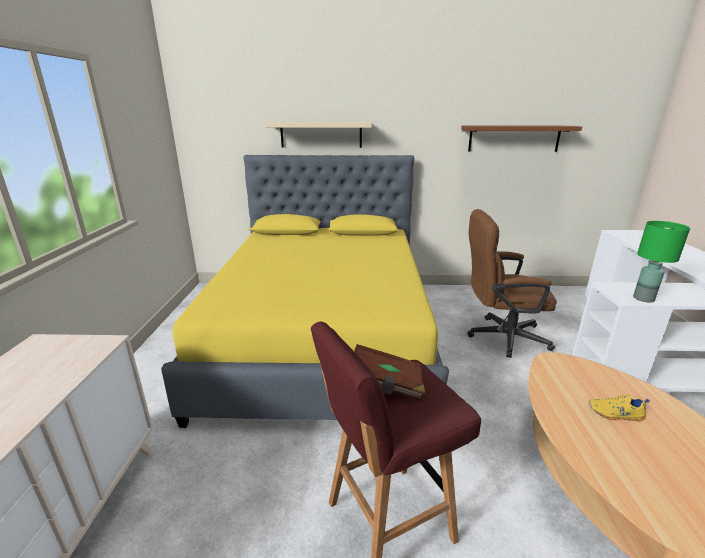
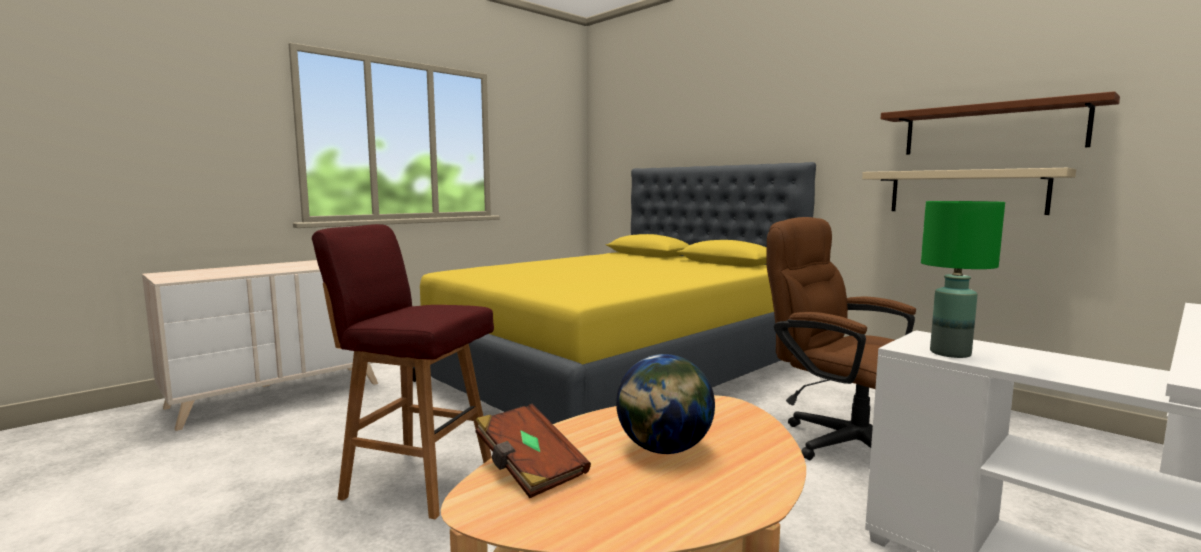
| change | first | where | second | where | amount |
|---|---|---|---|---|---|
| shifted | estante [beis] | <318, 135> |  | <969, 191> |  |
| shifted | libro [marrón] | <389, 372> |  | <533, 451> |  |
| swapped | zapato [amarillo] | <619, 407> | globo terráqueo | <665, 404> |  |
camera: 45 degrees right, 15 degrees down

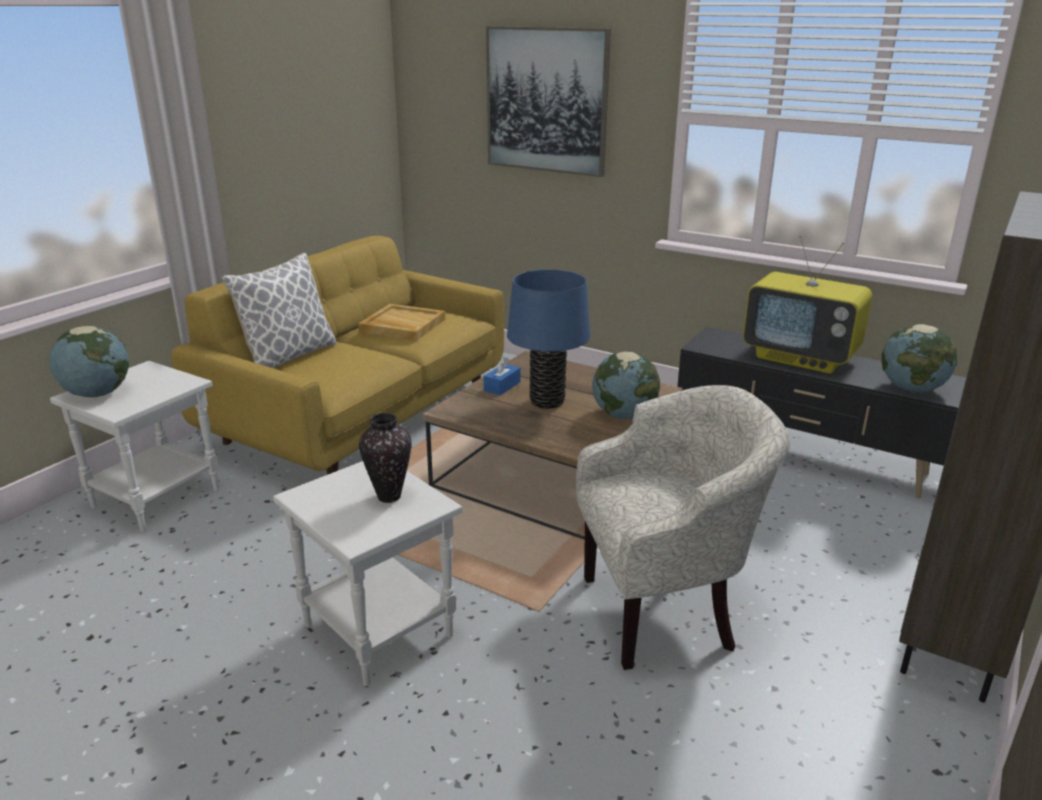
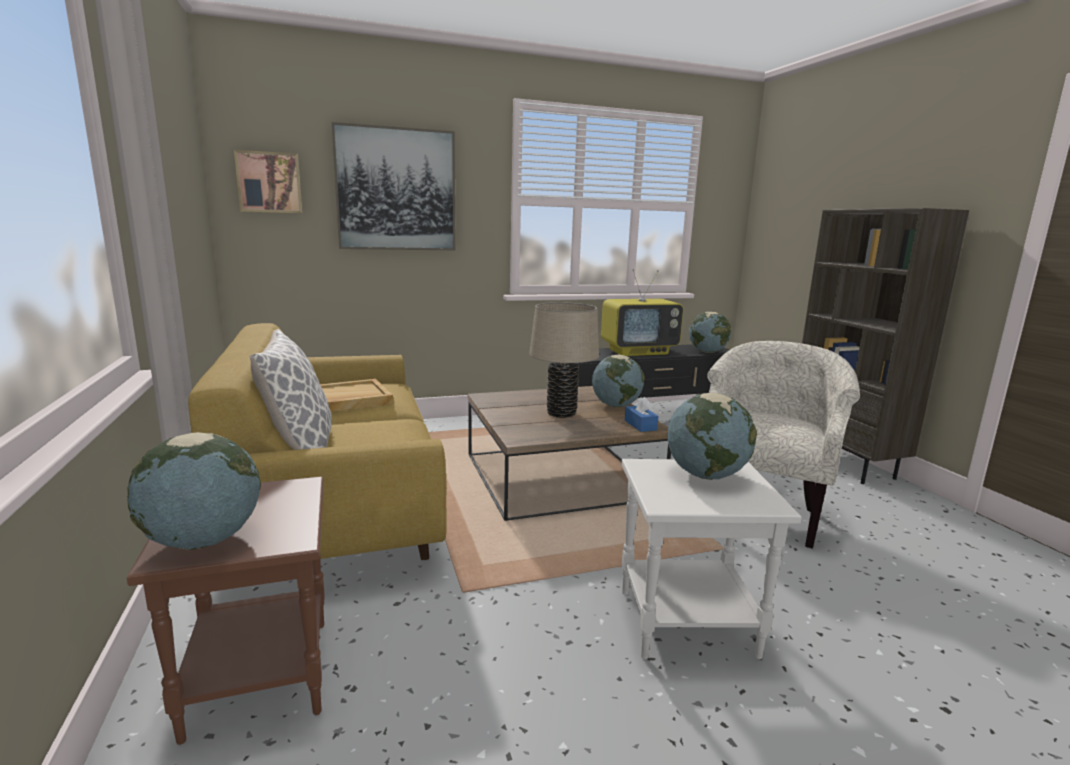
| change | first | where | second | where | amount |
|---|---|---|---|---|---|
| new |  |  | cuadro | <268, 181> |  |
| shifted | caja de pañuelos [azul] | <502, 376> |  | <641, 414> |  |
| swapped | florero | <385, 458> | globo terráqueo | <712, 436> |  |
| repainted | mesa auxiliar [blanco] | <134, 446> | mesa auxiliar [marrón] | <226, 610> |  |
| repainted | lámpara de mesa [azul] | <548, 339> | lámpara de mesa [beis] | <564, 360> |  |
camera: 50 degrees left, 10 degrees down

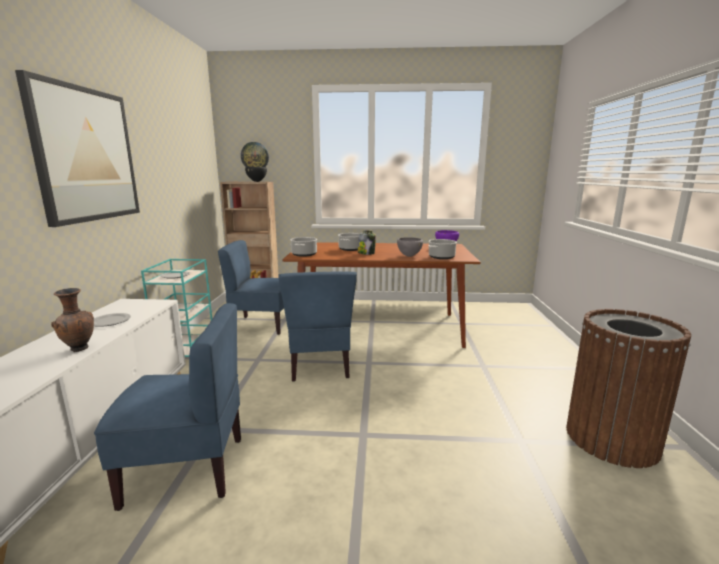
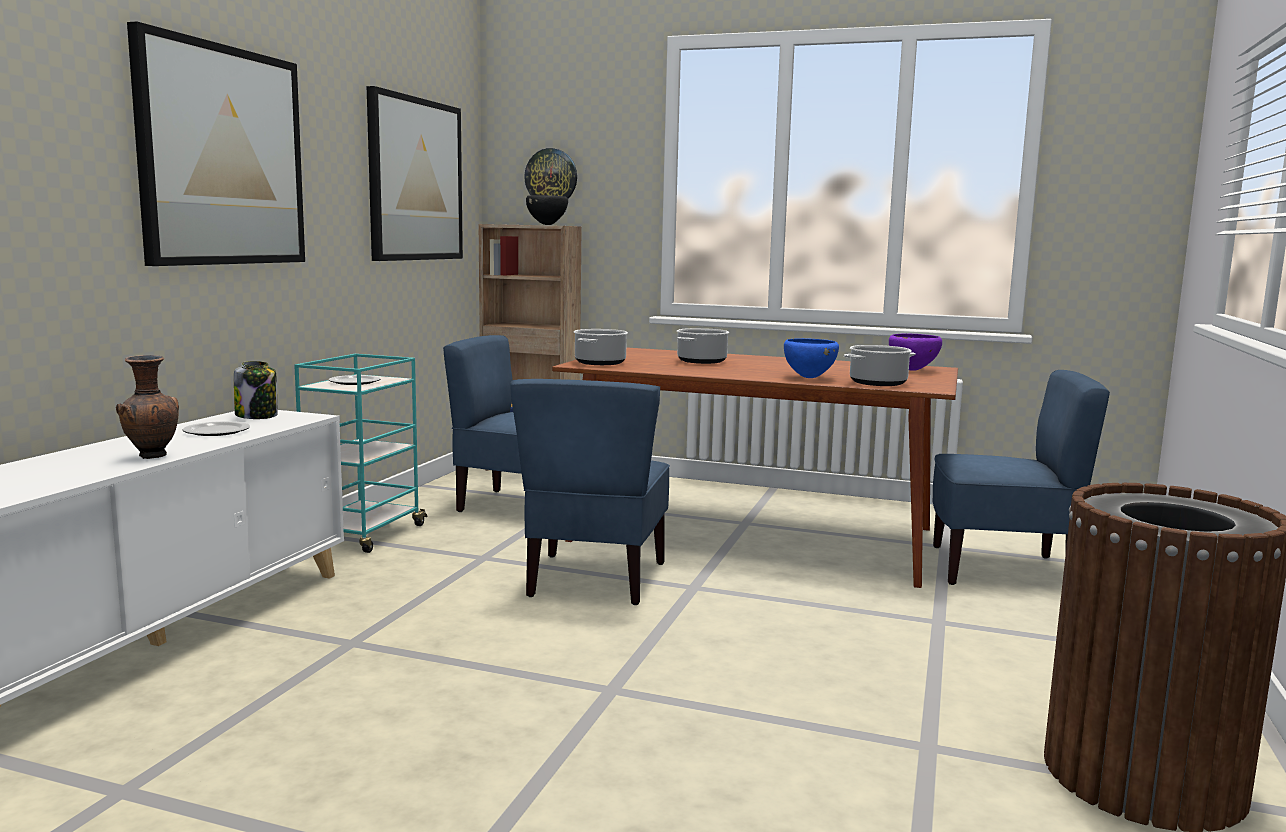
| change | first | where | second | where | amount |
|---|---|---|---|---|---|
| new |  |  | cuadro | <415, 173> |  |
| shifted | silla [azul] | <167, 407> |  | <1021, 477> |  |
| shifted | tarro | <367, 242> |  | <255, 390> |  |
| repainted | cuenco [gris] | <410, 247> | cuenco [azul] | <811, 358> |  |
camera: 15 degrees right, 5 degrees down

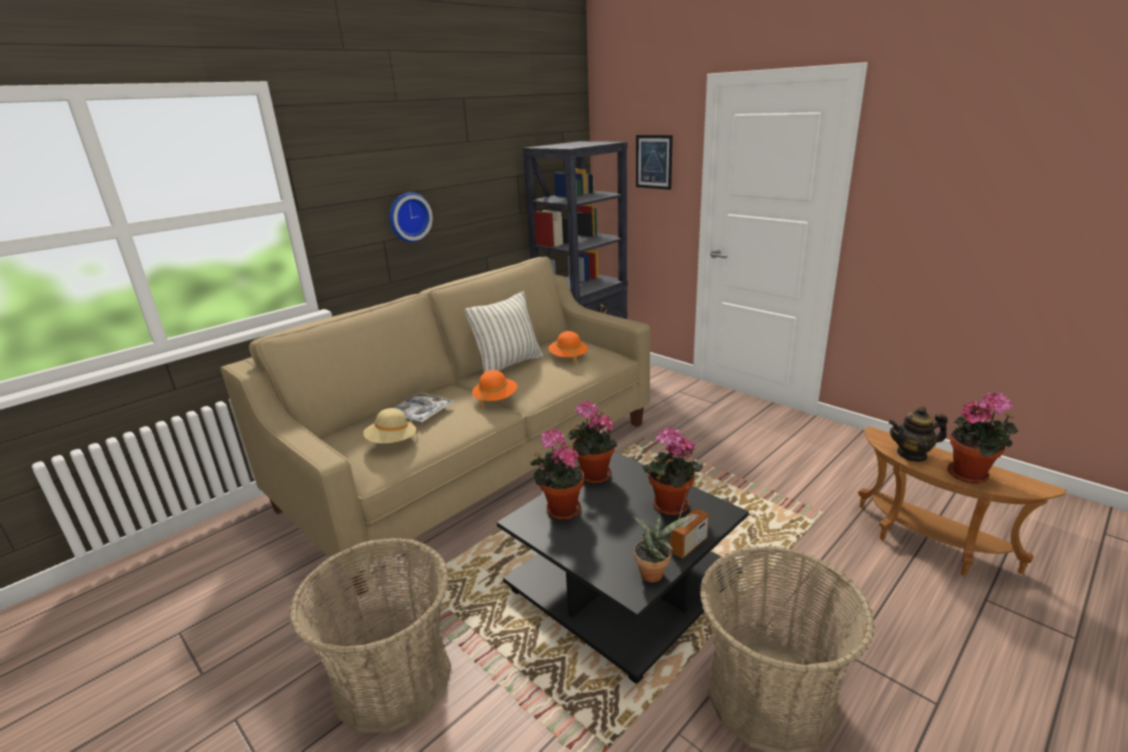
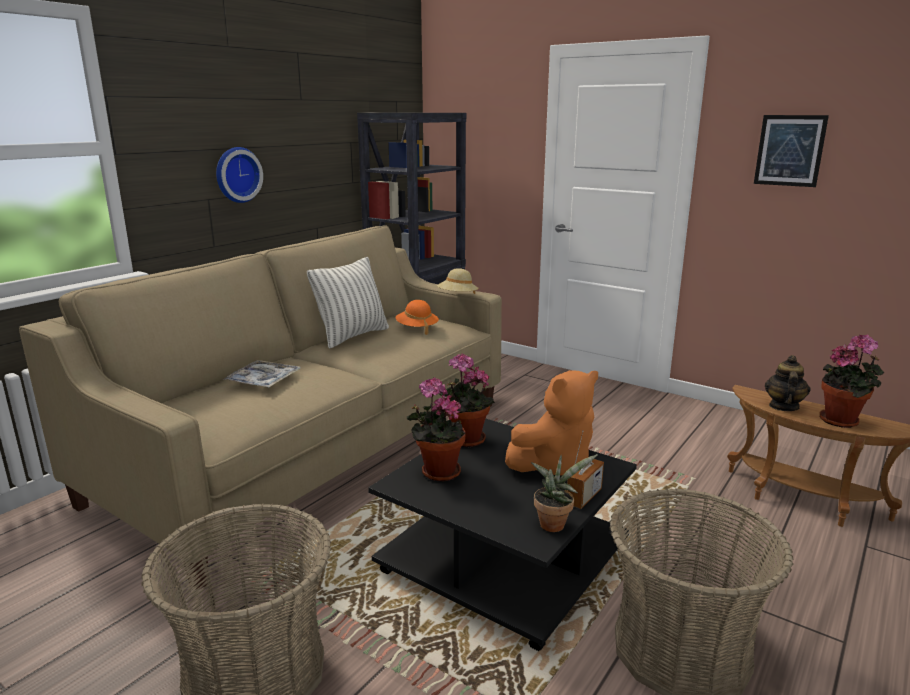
| change | first | where | second | where | amount |
|---|---|---|---|---|---|
| gone | sombrero [naranja] | <494, 389> |  |  |  |
| shifted | sombrero [beis] | <390, 426> |  | <458, 281> |  |
| shifted | cuadro | <654, 162> |  | <791, 151> |  |
| swapped | planta en maceta | <672, 471> | peluche [naranja] | <551, 422> |  |
| rotated | tetera | <918, 434> |  | <788, 383> | 120 degrees clockwise |
camera: 10 degrees left, 5 degrees down

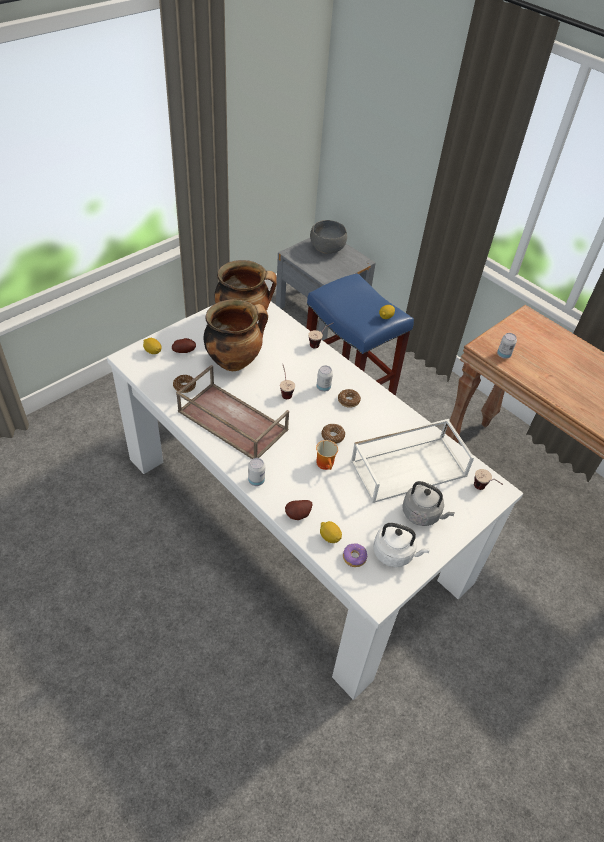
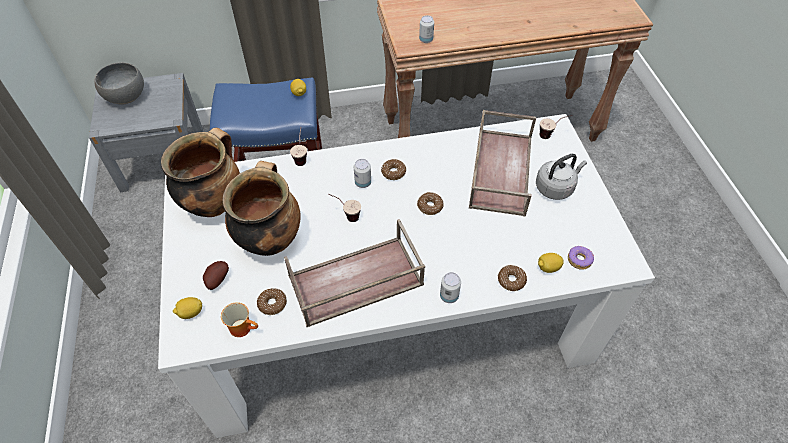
| change | first | where | second | where | amount |
|---|---|---|---|---|---|
| gone | hervidor [blanco] | <401, 545> |  |  |  |
| shifted | taza grande | <327, 455> |  | <239, 319> |  |
| swapped | patata | <298, 510> | rosquilla | <512, 278> |  |
| repainted | bandeja [blanco] | <412, 461> | bandeja [marrón] | <502, 163> |  |
camera: 55 degrees left, 5 degrees up

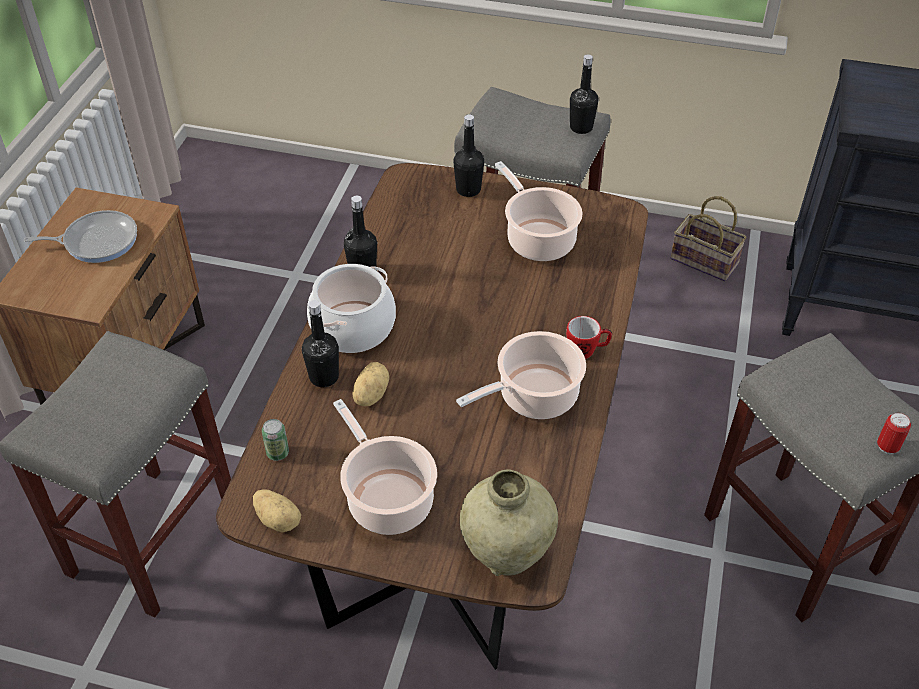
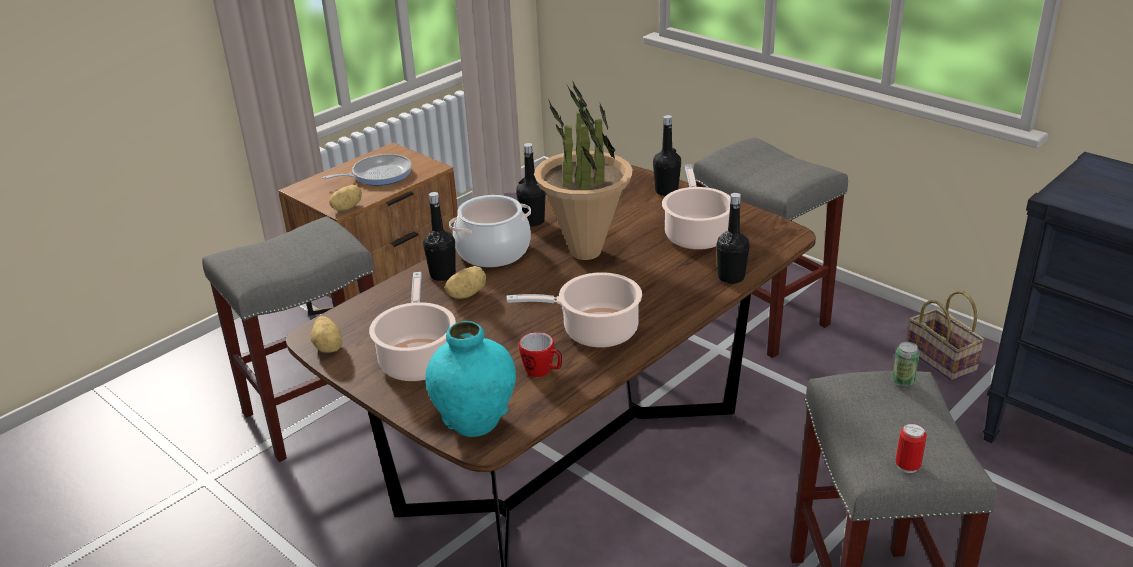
| change | first | where | second | where | amount |
|---|---|---|---|---|---|
| new |  |  | patata | <345, 198> |  |
| new |  |  | planta en maceta | <583, 170> |  |
| shifted | lata | <275, 440> |  | <906, 364> |  |
| shifted | taza grande | <589, 337> |  | <540, 354> |  |
| shifted | botella [negro] | <584, 94> |  | <733, 238> |  |
| repainted | florero [beis] | <509, 522> | florero [turquesa] | <470, 379> |  |
| rotated | sartén | <80, 236> |  | <367, 169> | 45 degrees counterclockwise |
camera: 30 degrees right, 15 degrees down

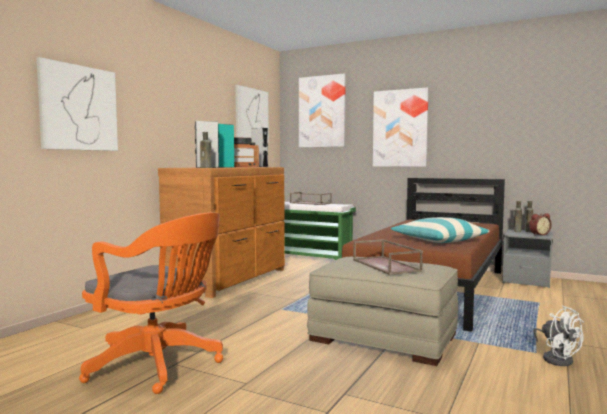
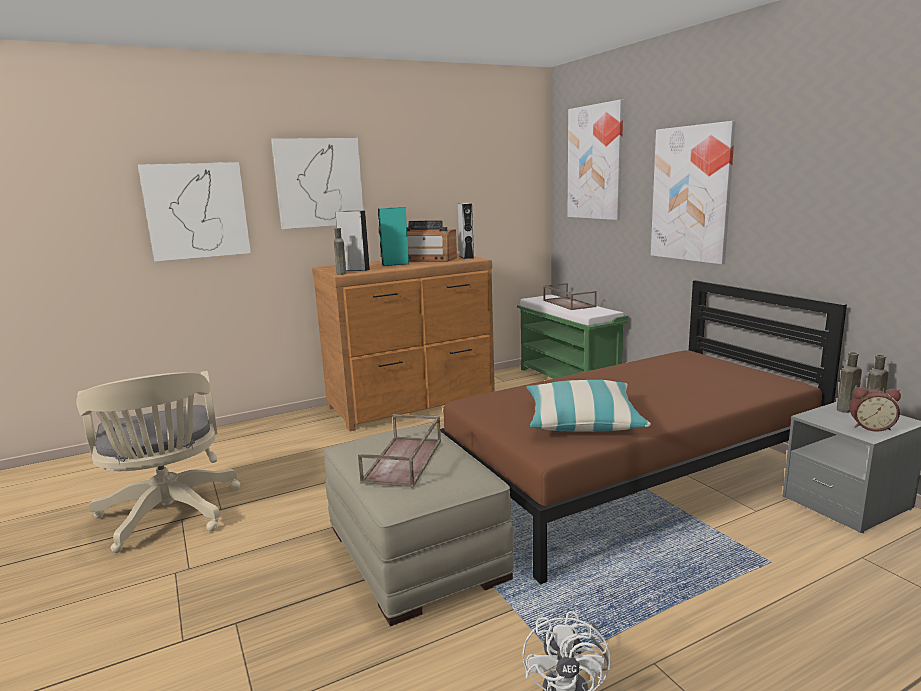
| change | first | where | second | where | amount |
|---|---|---|---|---|---|
| shifted | cuadro | <252, 114> |  | <317, 183> |  |
| repainted | silla de oficina [naranja] | <151, 303> | silla de oficina [beis] | <158, 462> |  |
camera: 35 degrees right, 10 degrees up

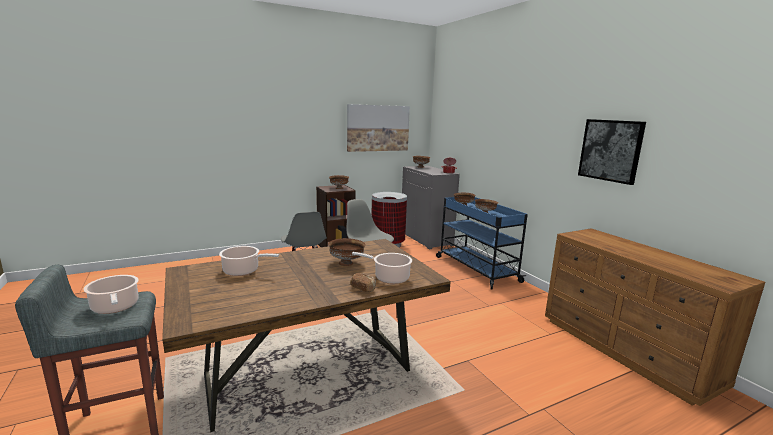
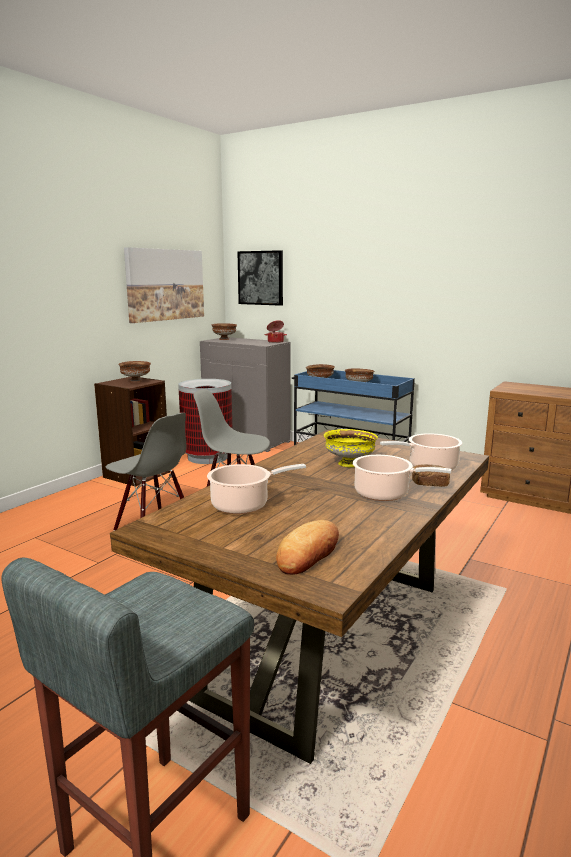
| change | first | where | second | where | amount |
|---|---|---|---|---|---|
| new |  |  | pan | <307, 547> |  |
| shifted | olla | <111, 294> |  | <402, 478> |  |
| shifted | cuadro | <612, 152> |  | <260, 278> |  |
| repainted | cuenco [marrón] | <347, 252> | cuenco [amarillo] | <351, 448> |  |
camera: 30 degrees left, 0 degrees up

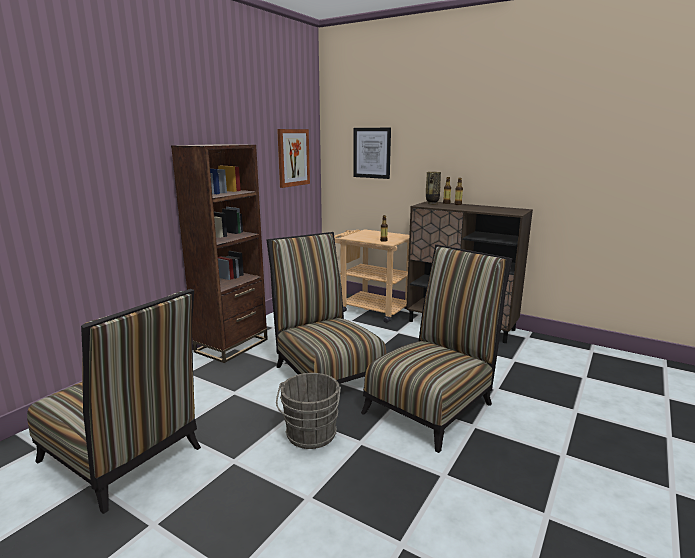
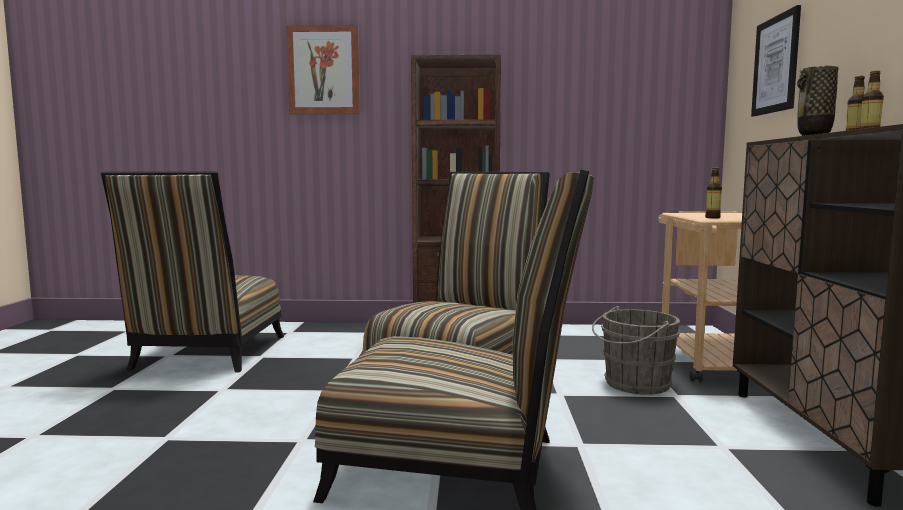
| change | first | where | second | where | amount |
|---|---|---|---|---|---|
| shifted | cubo [gris] | <308, 411> |  | <636, 350> |  |
| shifted | cuadro | <293, 158> |  | <323, 70> |  |
camera: 60 degrees right, 10 degrees down

